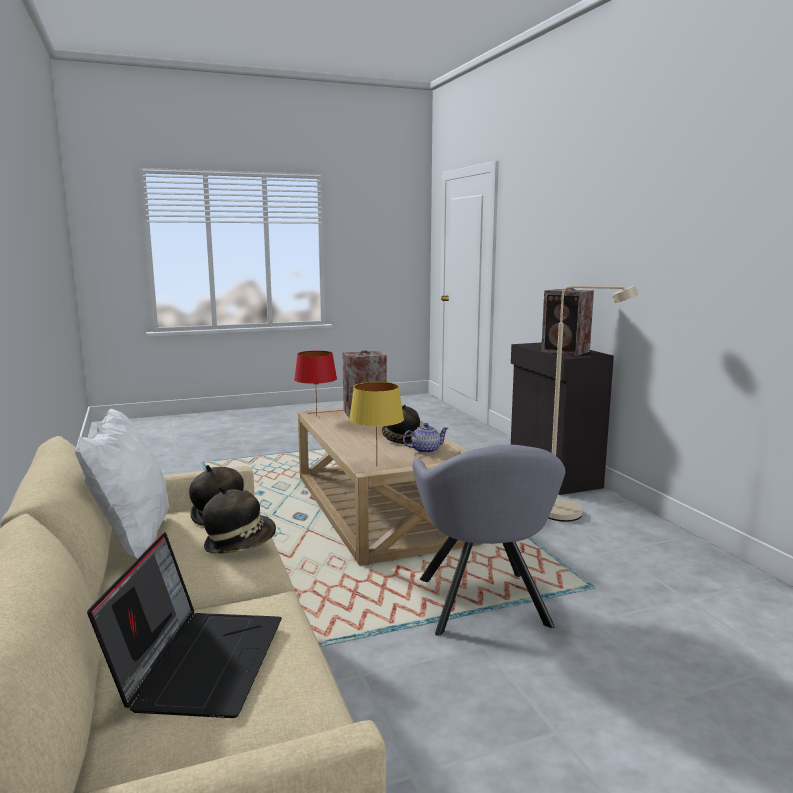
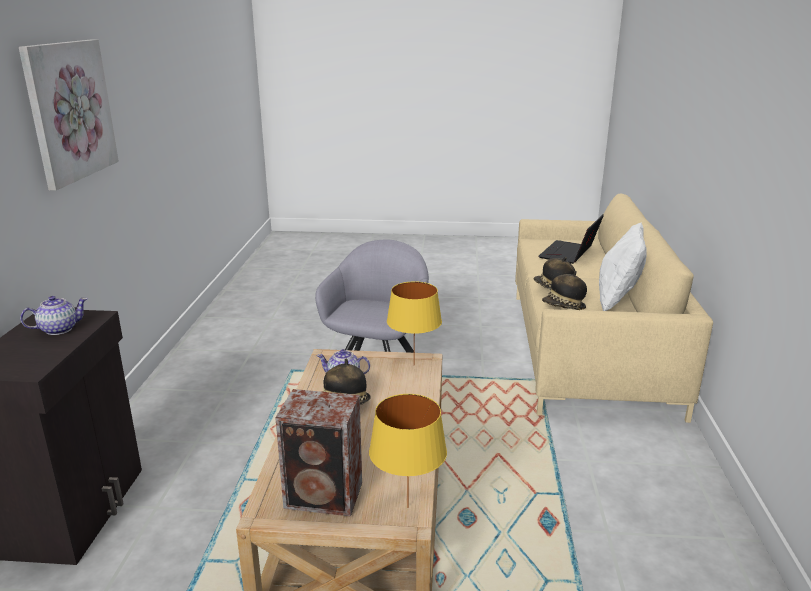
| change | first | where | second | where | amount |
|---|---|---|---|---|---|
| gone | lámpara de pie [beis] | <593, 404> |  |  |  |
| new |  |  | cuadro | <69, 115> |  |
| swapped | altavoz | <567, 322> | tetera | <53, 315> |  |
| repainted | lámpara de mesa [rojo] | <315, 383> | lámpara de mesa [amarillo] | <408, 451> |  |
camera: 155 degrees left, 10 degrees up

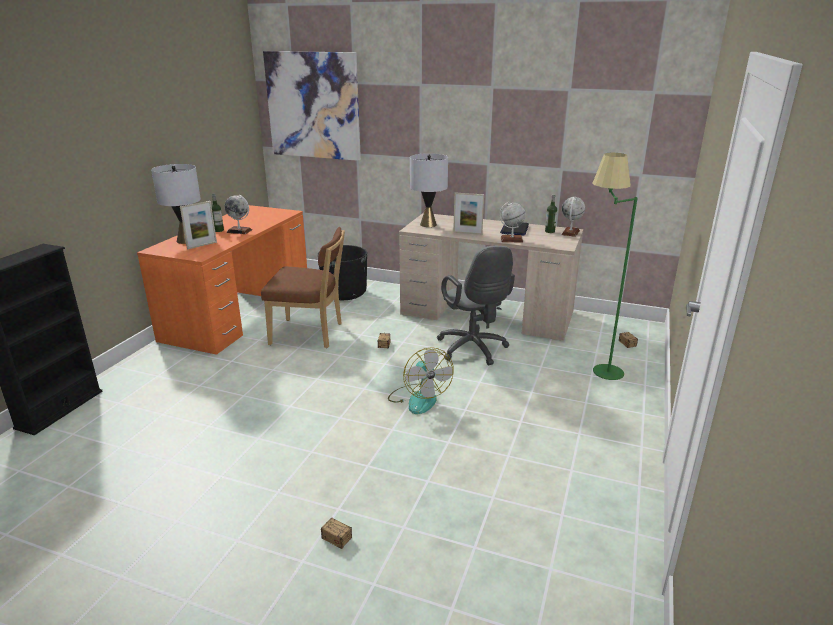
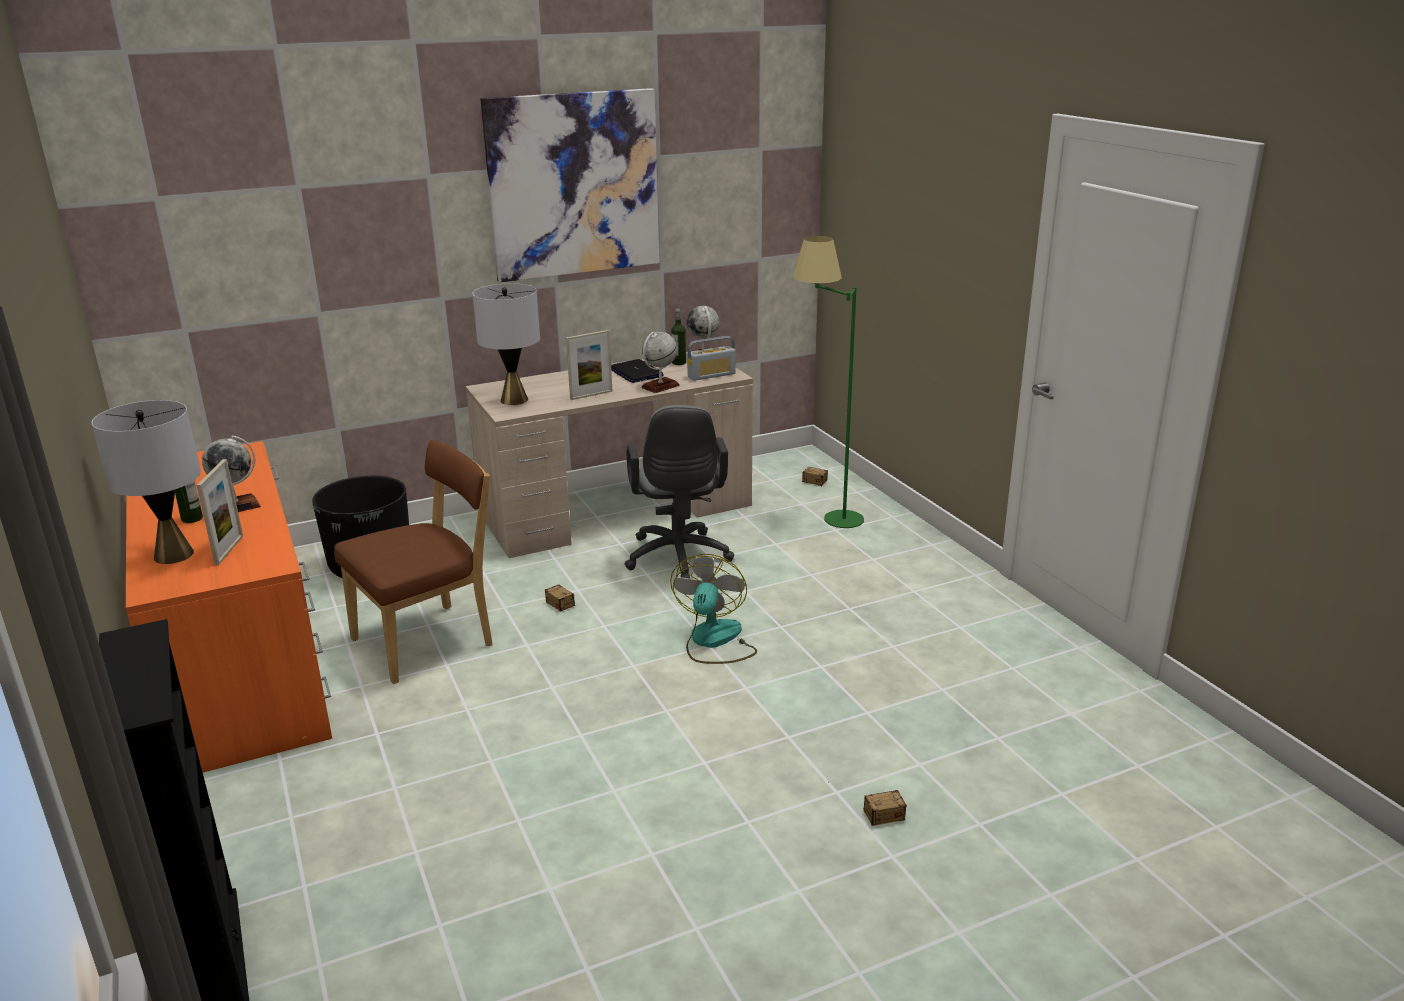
| change | first | where | second | where | amount |
|---|---|---|---|---|---|
| new |  |  | radio | <711, 358> |  |
| shifted | cuadro | <312, 106> |  | <570, 185> |  |
| rotated | ventilador | <421, 380> |  | <713, 609> | 105 degrees counterclockwise |
| rotated | silla de oficina [gris] | <476, 305> |  | <679, 492> | 60 degrees clockwise |
camera: 45 degrees left, 0 degrees up

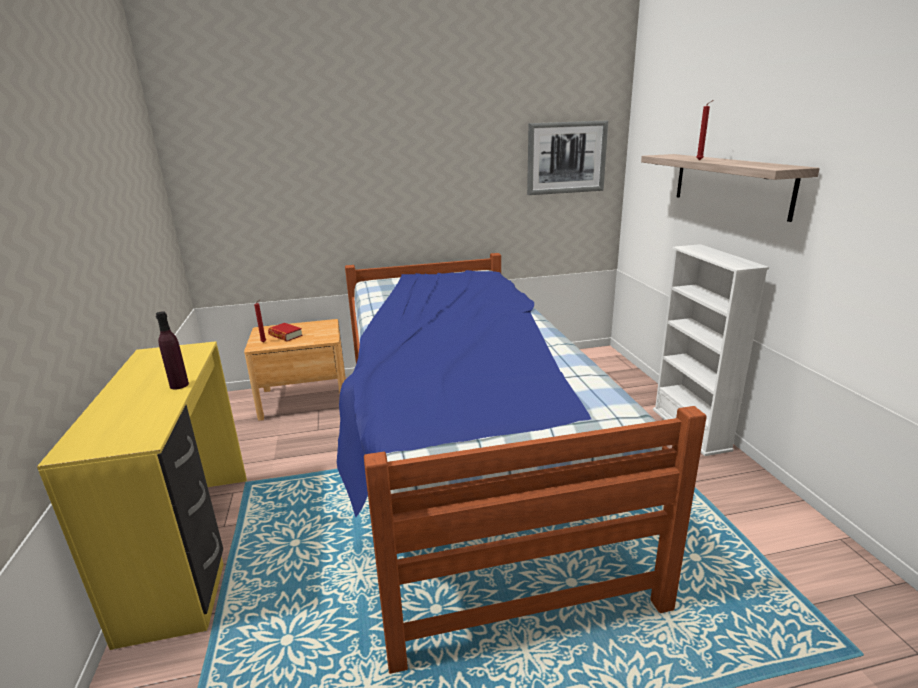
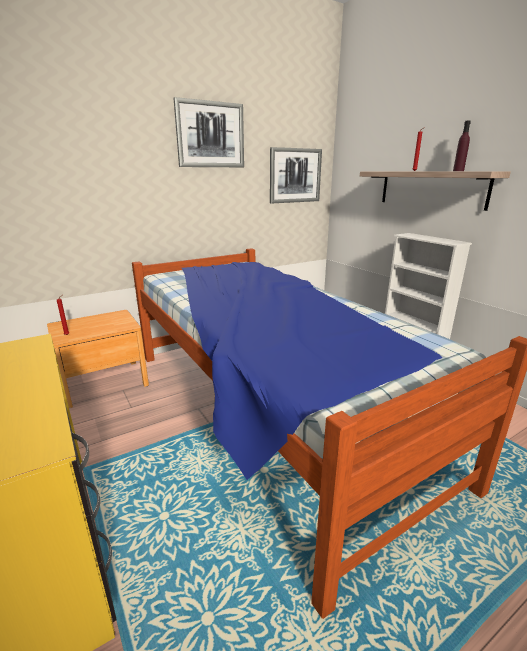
| change | first | where | second | where | amount |
|---|---|---|---|---|---|
| gone | libro | <285, 332> |  |  |  |
| new |  |  | cuadro | <209, 132> |  |
| shifted | botella [morado] | <172, 350> |  | <462, 146> |  |
camera: 20 degrees left, 0 degrees up

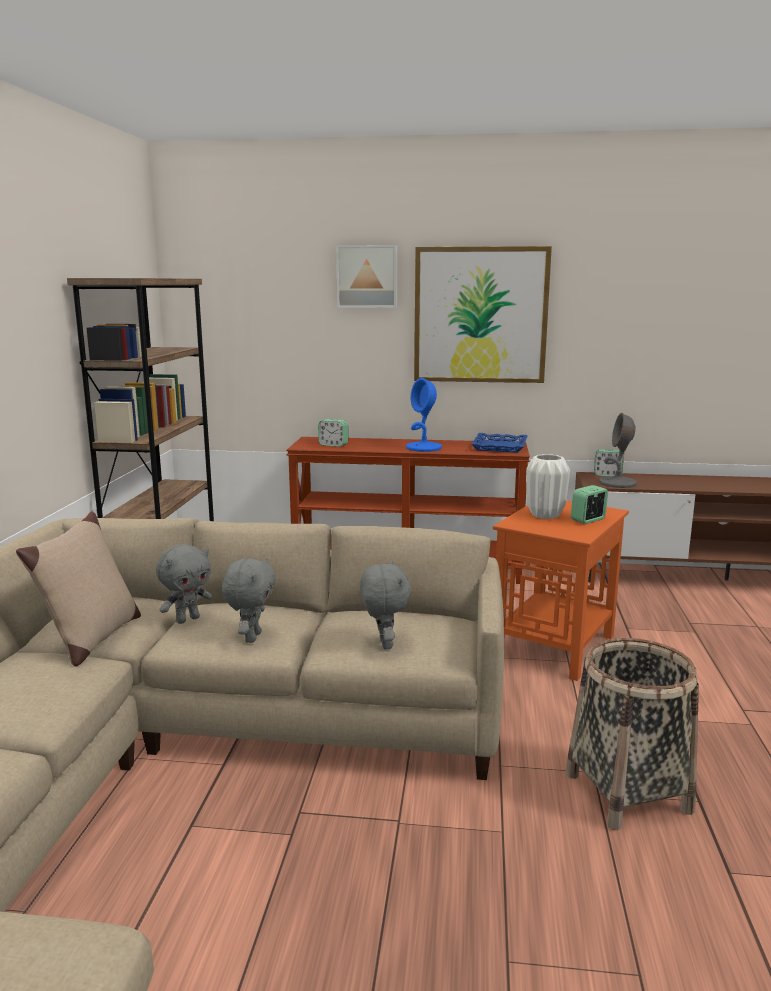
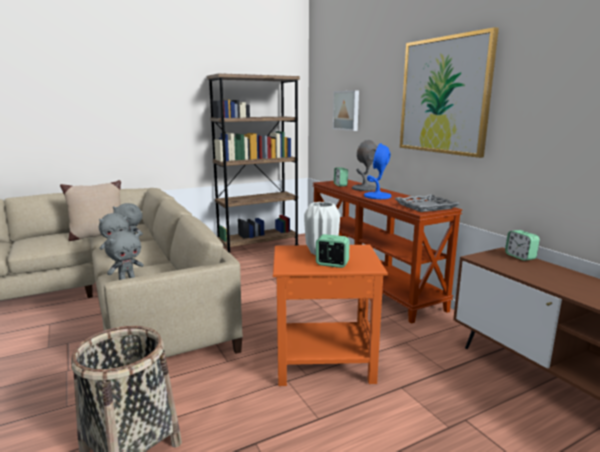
| change | first | where | second | where | amount |
|---|---|---|---|---|---|
| shifted | cuadro | <366, 276> |  | <346, 110> |  |
| shifted | lámpara de mesa [gris] | <618, 450> |  | <364, 165> |  |
| repainted | bandeja [azul] | <499, 443> | bandeja [gris] | <427, 203> |  |
camera: 55 degrees right, 0 degrees up

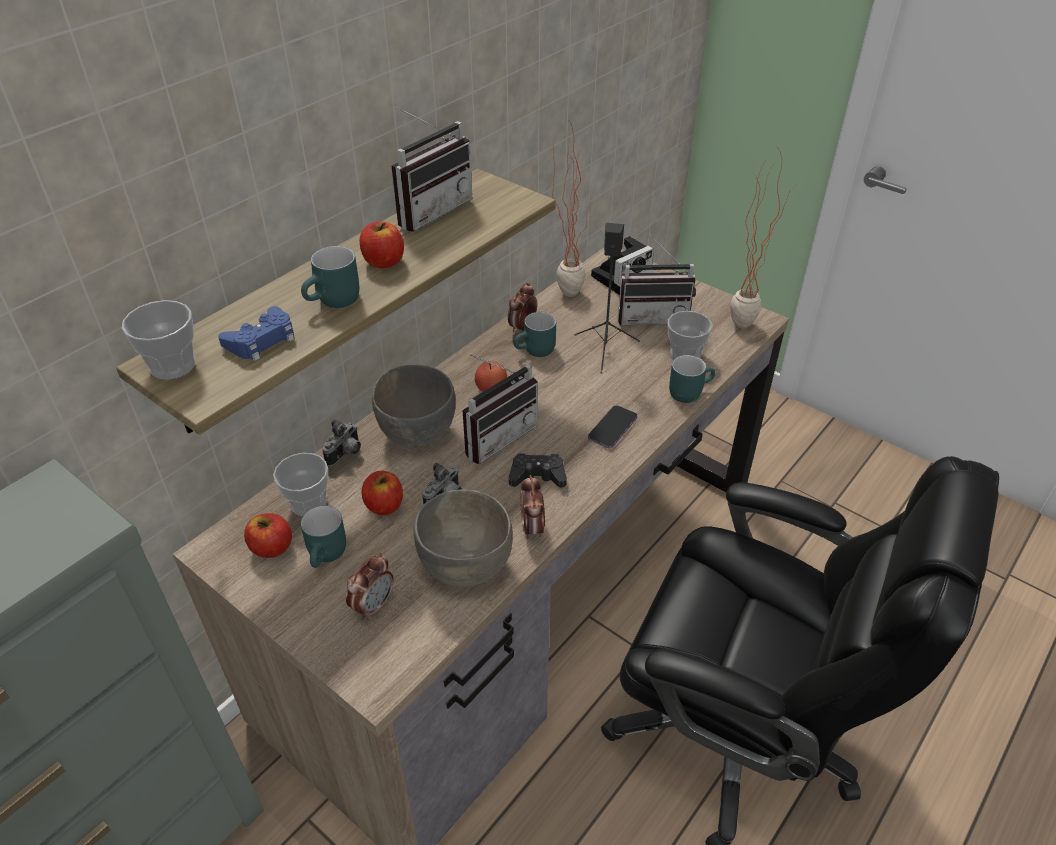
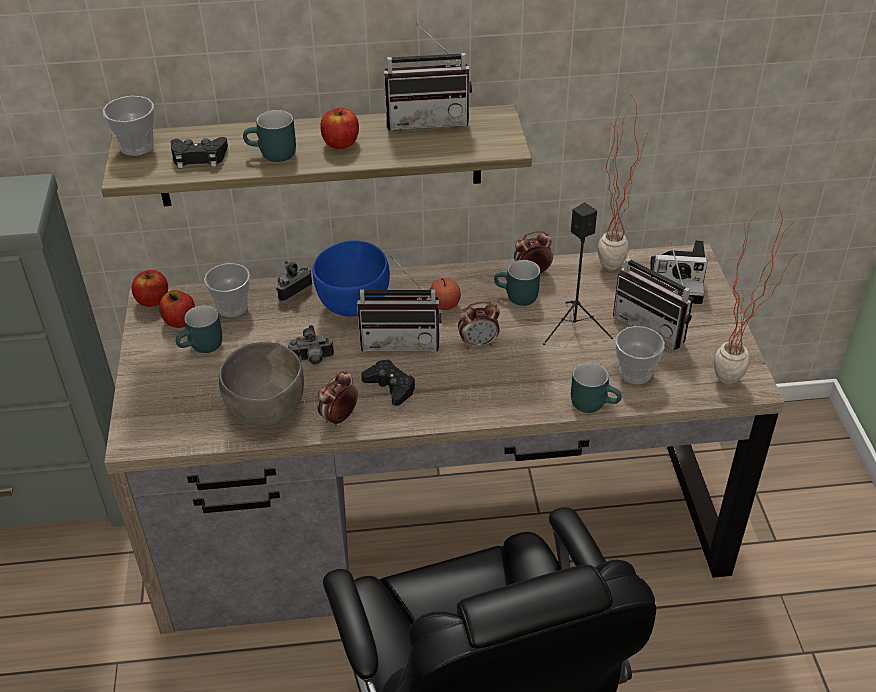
| change | first | where | second | where | amount |
|---|---|---|---|---|---|
| gone | móvil | <612, 426> |  |  |  |
| shifted | despertador | <369, 586> |  | <479, 325> |  |
| shifted | manzana | <382, 493> |  | <150, 288> |  |
| repainted | mando de consola [azul] | <256, 333> | mando de consola [negro] | <199, 152> |  |
| repainted | cuenco [gris] | <414, 406> | cuenco [azul] | <351, 278> |  |
| rotated | cámara | <341, 442> |  | <294, 281> | 150 degrees clockwise |
camera: 45 degrees right, 0 degrees up

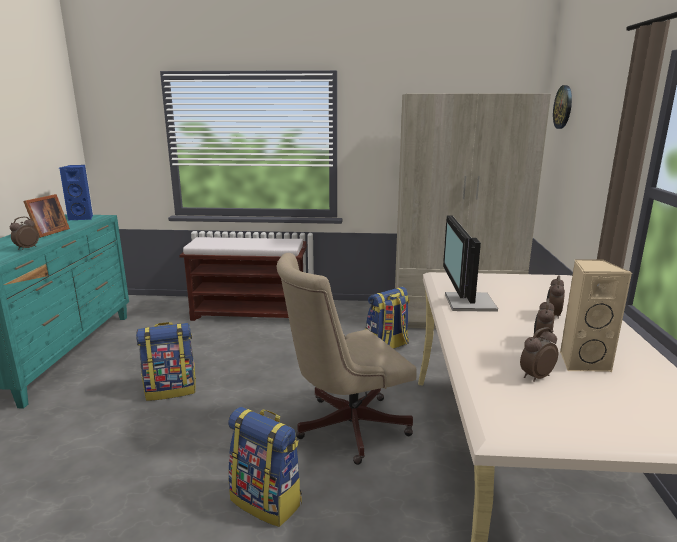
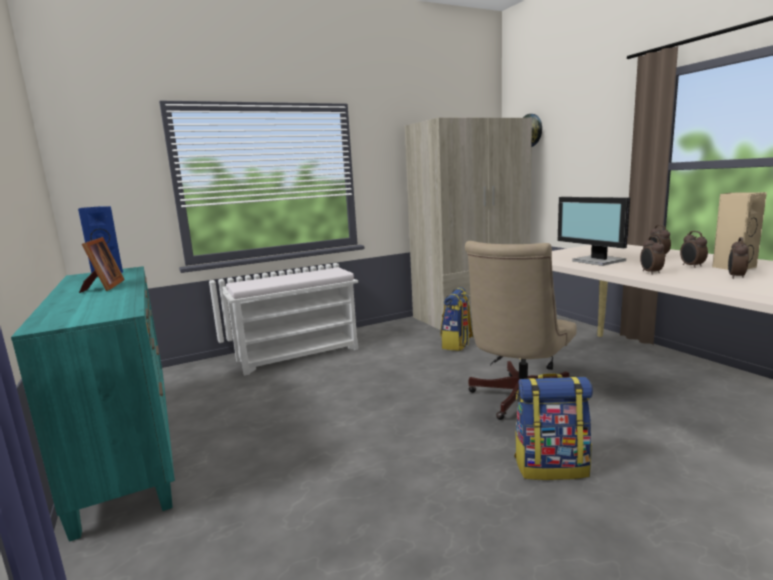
| change | first | where | second | where | amount |
|---|---|---|---|---|---|
| gone | mochila | <166, 361> |  |  |  |
| shifted | despertador | <24, 233> |  | <652, 255> |  |
| repainted | banco [marrón] | <243, 279> | banco [blanco] | <290, 321> |  |
camera: 30 degrees left, 5 degrees down

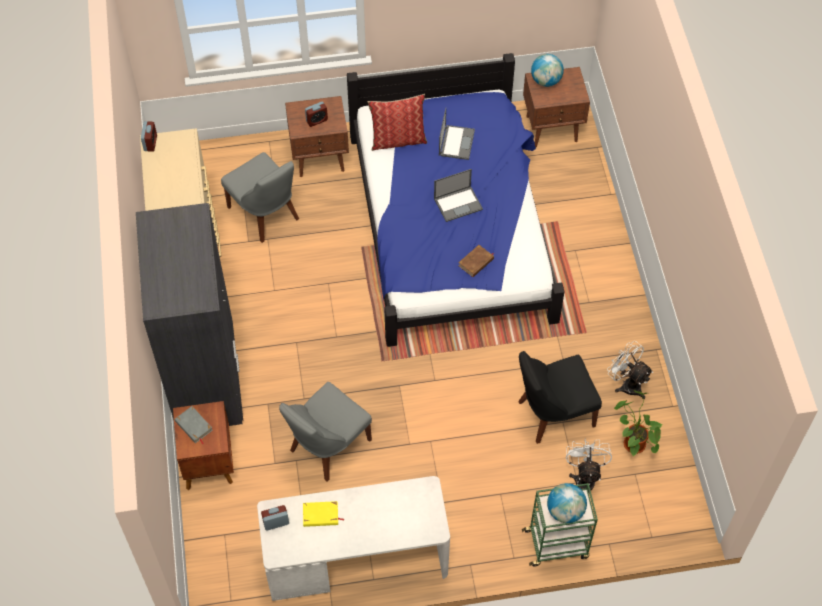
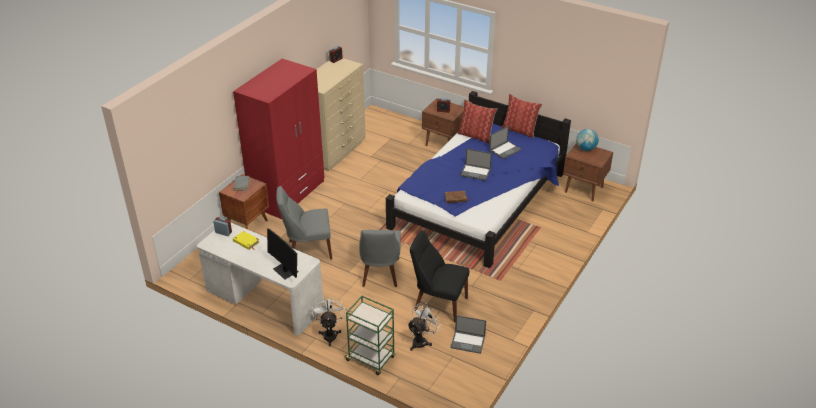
| change | first | where | second | where | amount |
|---|---|---|---|---|---|
| gone | globo terráqueo | <567, 503> |  |  |  |
| new |  |  | monitor | <282, 254> |  |
| new |  |  | cojín | <521, 116> |  |
| shifted | silla [gris] | <260, 197> |  | <380, 258> |  |
| shifted | ventilador [blanco] | <630, 370> |  | <328, 321> |  |
| swapped | planta en maceta | <638, 423> | portátil | <468, 334> |  |
| repainted | armario ropero [gris] | <189, 314> | armario ropero [rojo] | <279, 139> |  |
camera: 40 degrees right, 20 degrees down

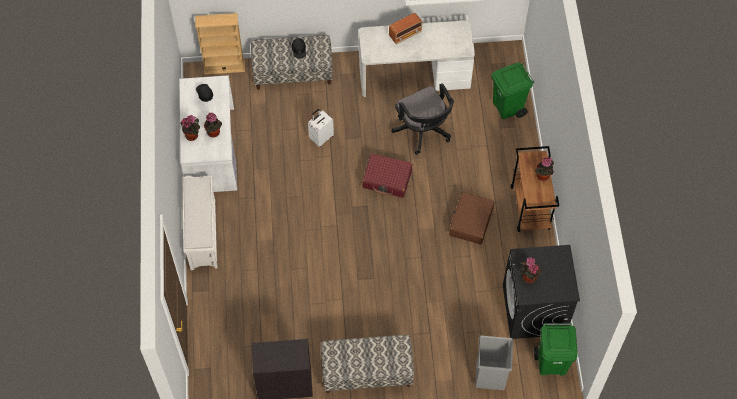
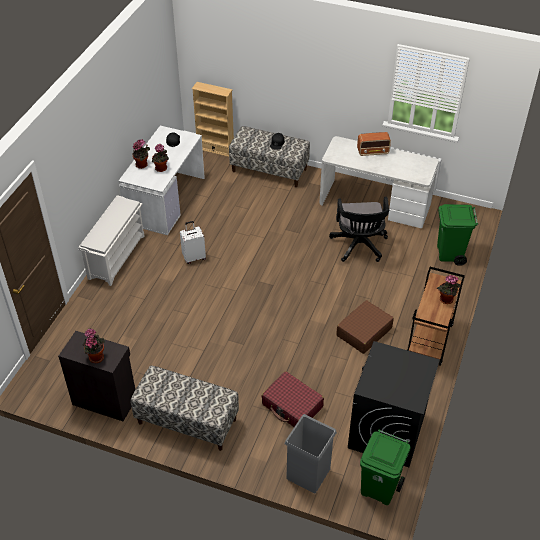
| change | first | where | second | where | amount |
|---|---|---|---|---|---|
| shifted | maleta [blanco] | <321, 128> |  | <193, 242> |  |
| shifted | maleta [rojo] | <387, 175> |  | <292, 399> |  |
| shifted | planta en maceta | <530, 270> |  | <94, 345> |  |
camera: 25 degrees right, 15 degrees down

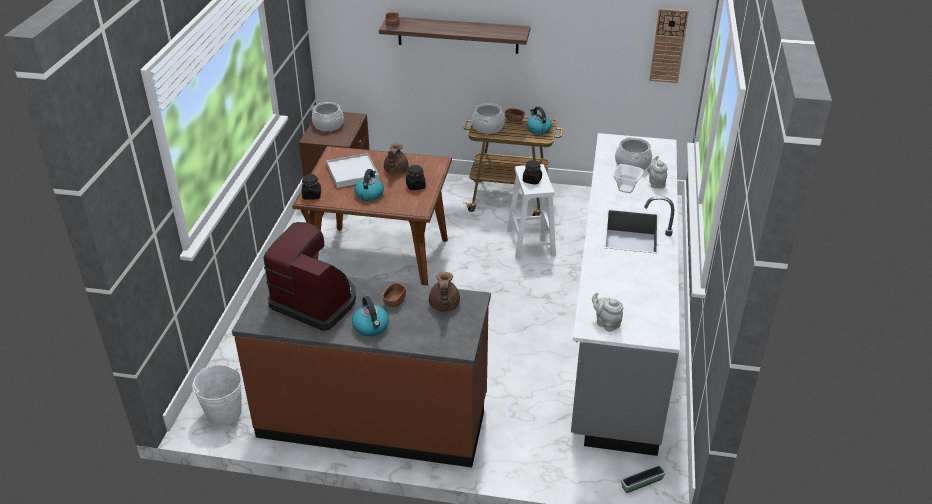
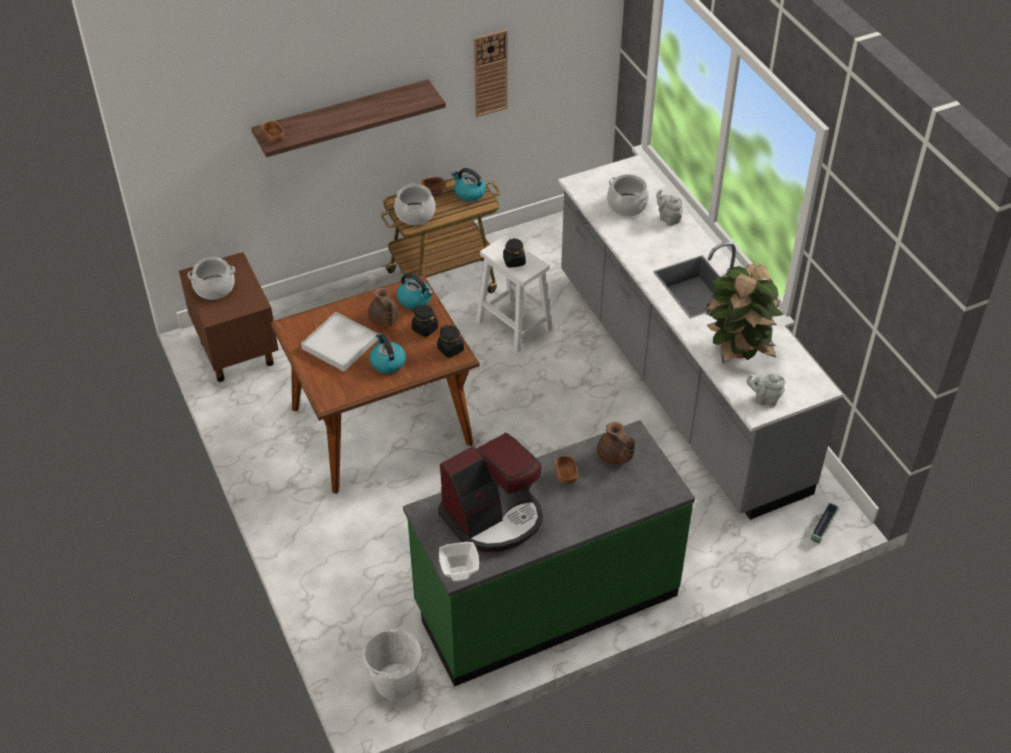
| change | first | where | second | where | amount |
|---|---|---|---|---|---|
| new |  |  | planta en maceta | <744, 313> |  |
| shifted | tarro [negro] | <311, 187> |  | <450, 341> |  |
| shifted | hervidor | <370, 316> |  | <415, 291> |  |
| shifted | cuenco | <628, 178> |  | <459, 562> |  |
| shifted | reloj de pared | <669, 45> |  | <491, 73> |  |
| repainted | mueble bajo de cocina [marrón] | <361, 369> | mueble bajo de cocina [verde] | <549, 553> |  |
| rotated | cafetera | <310, 276> |  | <490, 492> | 150 degrees clockwise |
camera: 35 degrees left, 10 degrees up

